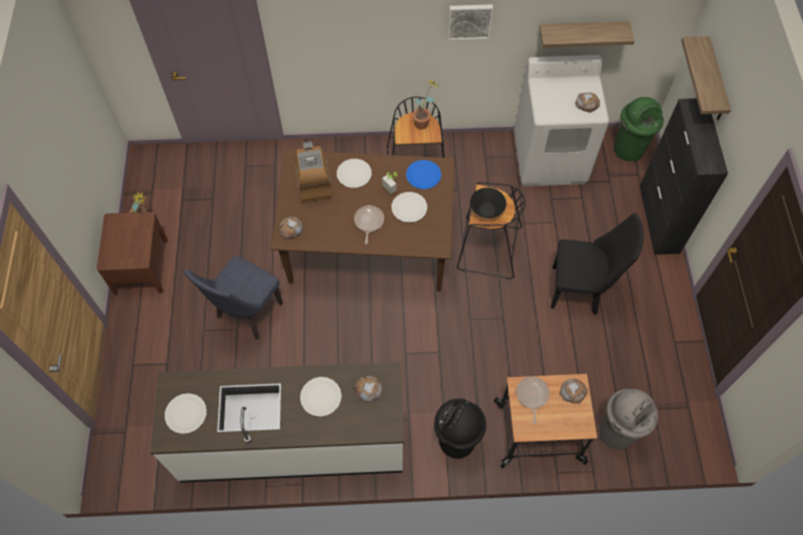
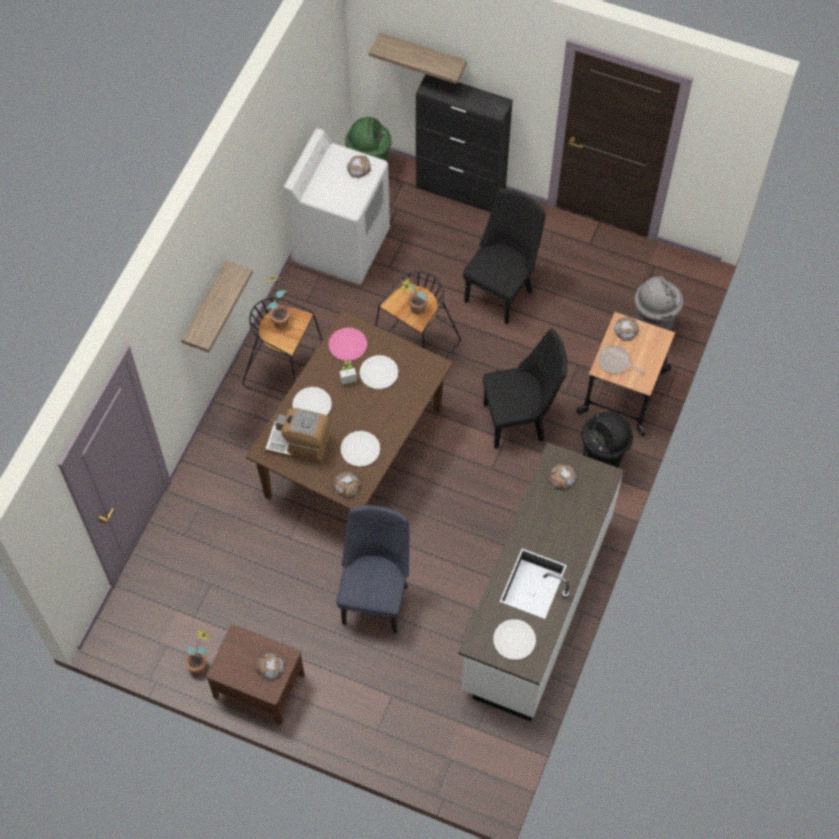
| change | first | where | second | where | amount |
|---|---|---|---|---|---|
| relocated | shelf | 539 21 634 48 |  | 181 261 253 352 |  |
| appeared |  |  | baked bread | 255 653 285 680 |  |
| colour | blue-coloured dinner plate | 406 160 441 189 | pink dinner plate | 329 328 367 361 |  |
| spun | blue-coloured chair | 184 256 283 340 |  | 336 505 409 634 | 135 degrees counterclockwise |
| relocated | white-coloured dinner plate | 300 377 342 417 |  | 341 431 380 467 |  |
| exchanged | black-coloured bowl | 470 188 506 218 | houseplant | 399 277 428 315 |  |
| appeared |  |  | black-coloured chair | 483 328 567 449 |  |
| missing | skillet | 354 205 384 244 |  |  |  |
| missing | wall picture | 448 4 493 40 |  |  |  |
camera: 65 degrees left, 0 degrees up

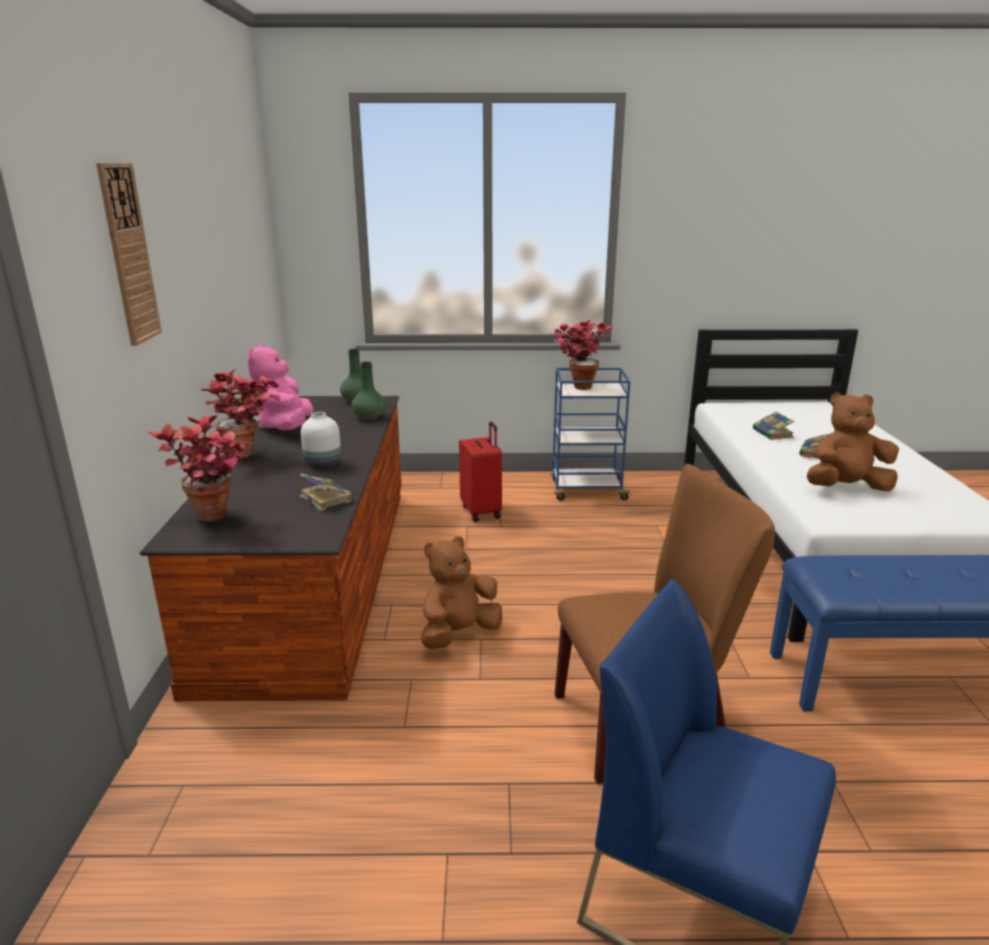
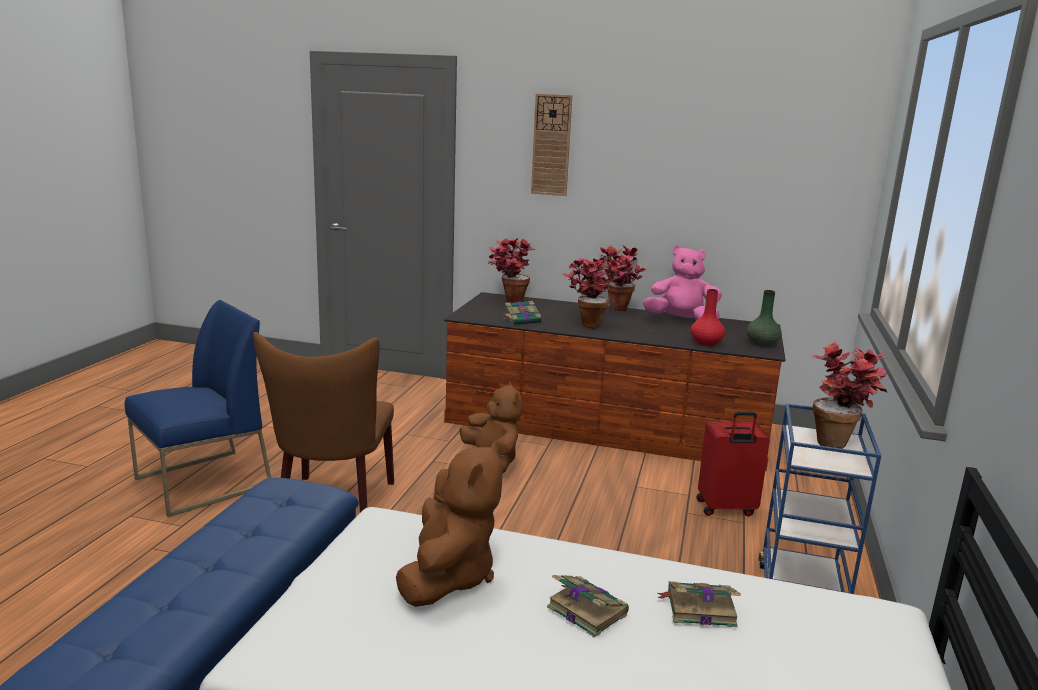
| change | first | where | second | where | amount |
|---|---|---|---|---|---|
| exchanged | white-coloured vase | 301 412 341 468 | houseplant | 562 257 627 329 |  |
| colour | green vase | 351 362 386 420 | red-coloured vase | 690 289 725 346 |  |
camera: 105 degrees right, 5 degrees down

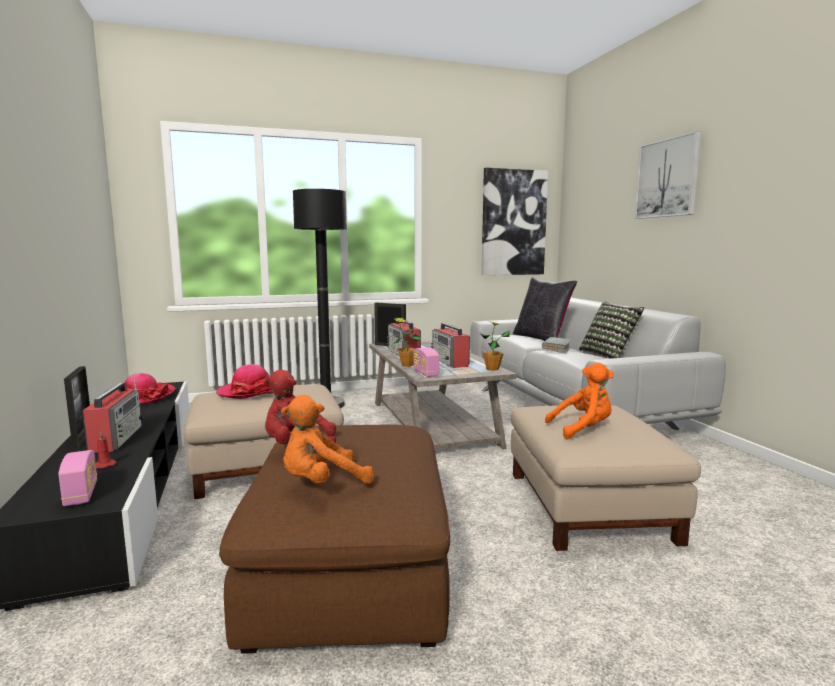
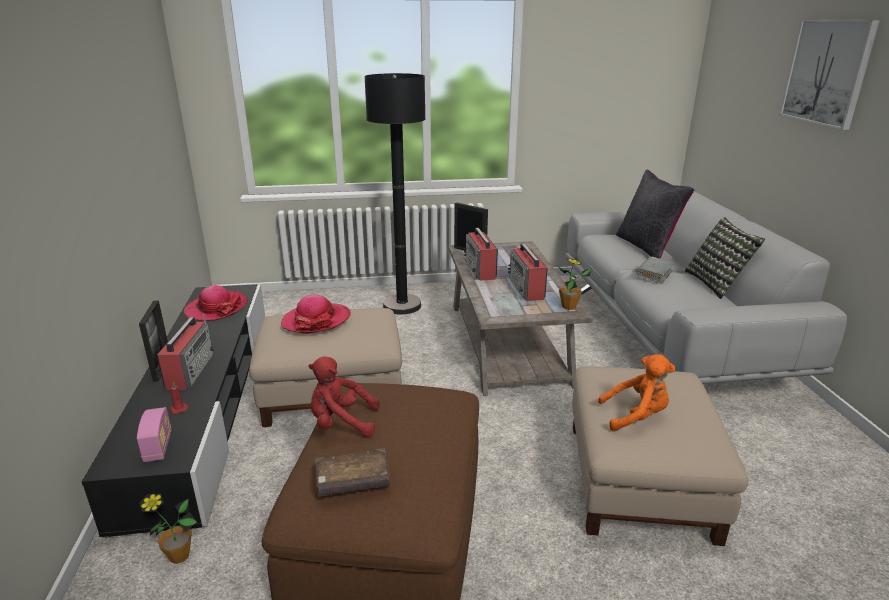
| change | first | where | second | where | amount |
|---|---|---|---|---|---|
| relocated | houseplant | 393 318 422 367 |  | 139 494 197 564 |  |
| exchanged | orange-coloured soft toy | 281 395 374 484 | brownish bound book | 315 448 391 497 |  |
| missing | radio | 413 347 439 377 |  |  |  |
| missing | wall picture | 482 168 548 275 |  |  |  |
camera: 10 degrees right, 15 degrees up

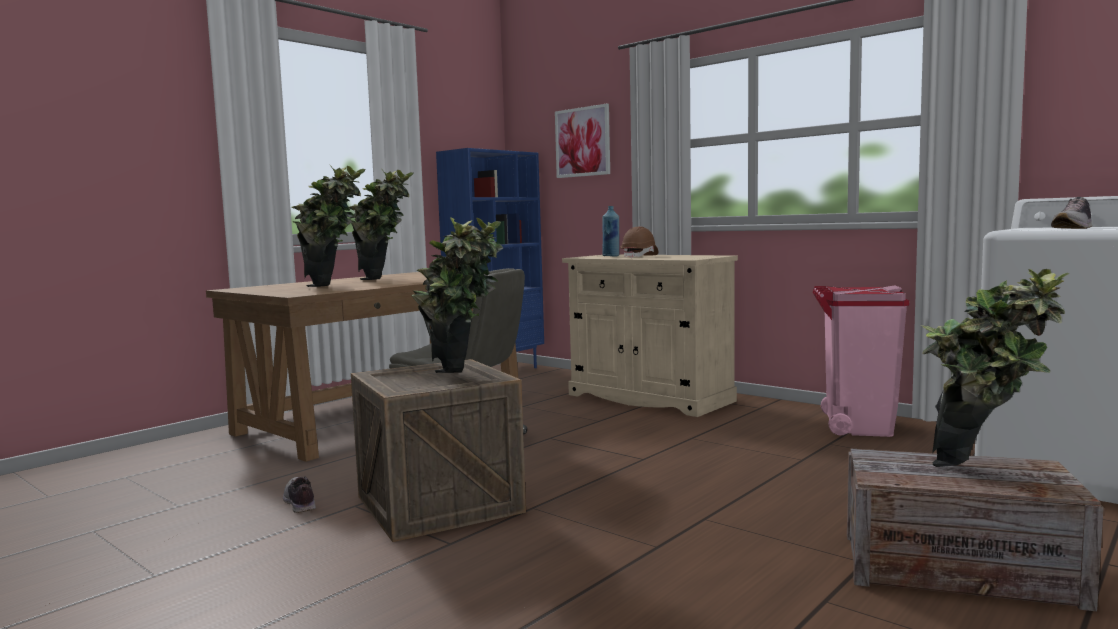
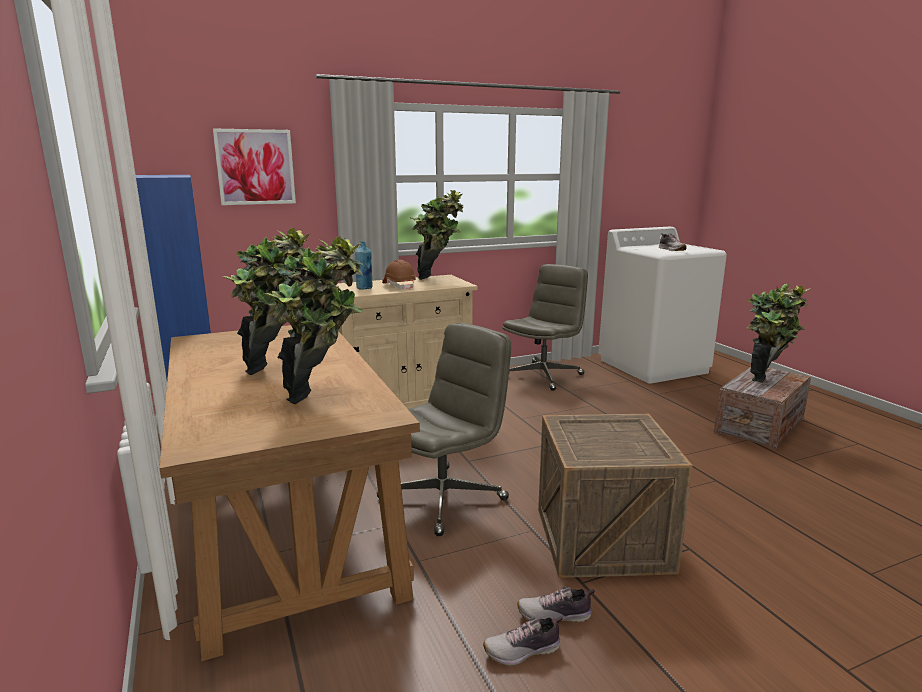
| change | first | where | second | where | amount |
|---|---|---|---|---|---|
| relocated | houseplant | 411 217 503 373 |  | 409 190 463 280 |  |
| appeared |  |  | low shoe | 483 616 563 666 |  |
| exchanged | pink waste bin | 813 286 909 437 | gray desk chair | 502 264 588 391 |  |
camera: 65 degrees left, 10 degrees up

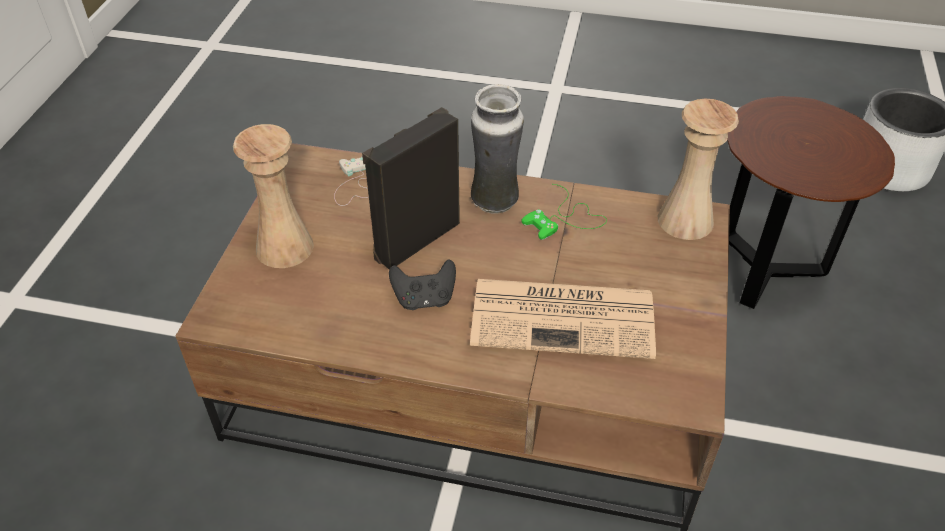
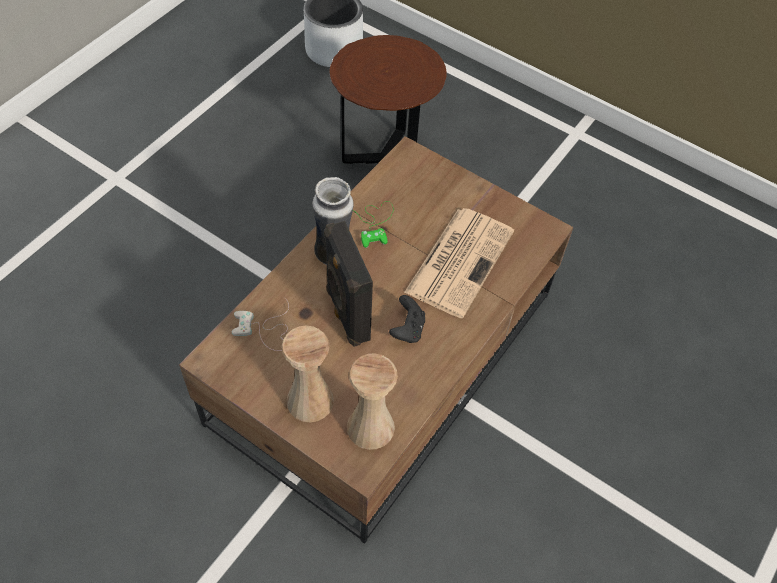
| change | first | where | second | where | amount |
|---|---|---|---|---|---|
| relocated | beige vase | 658 99 739 240 |  | 347 353 398 450 |  |
camera: 70 degrees left, 10 degrees up

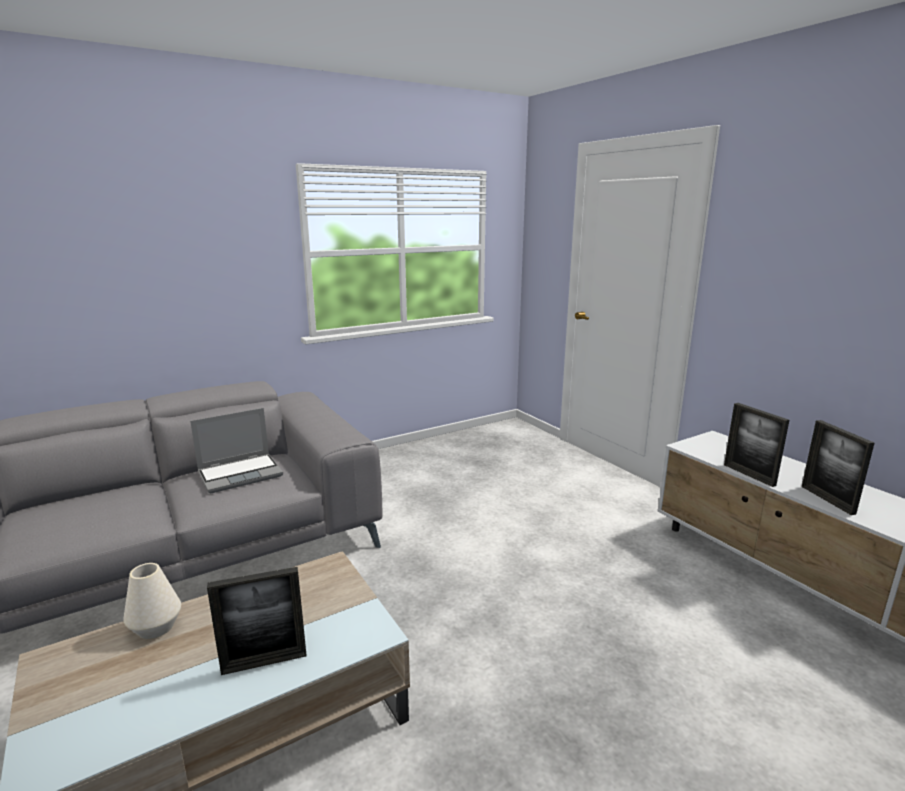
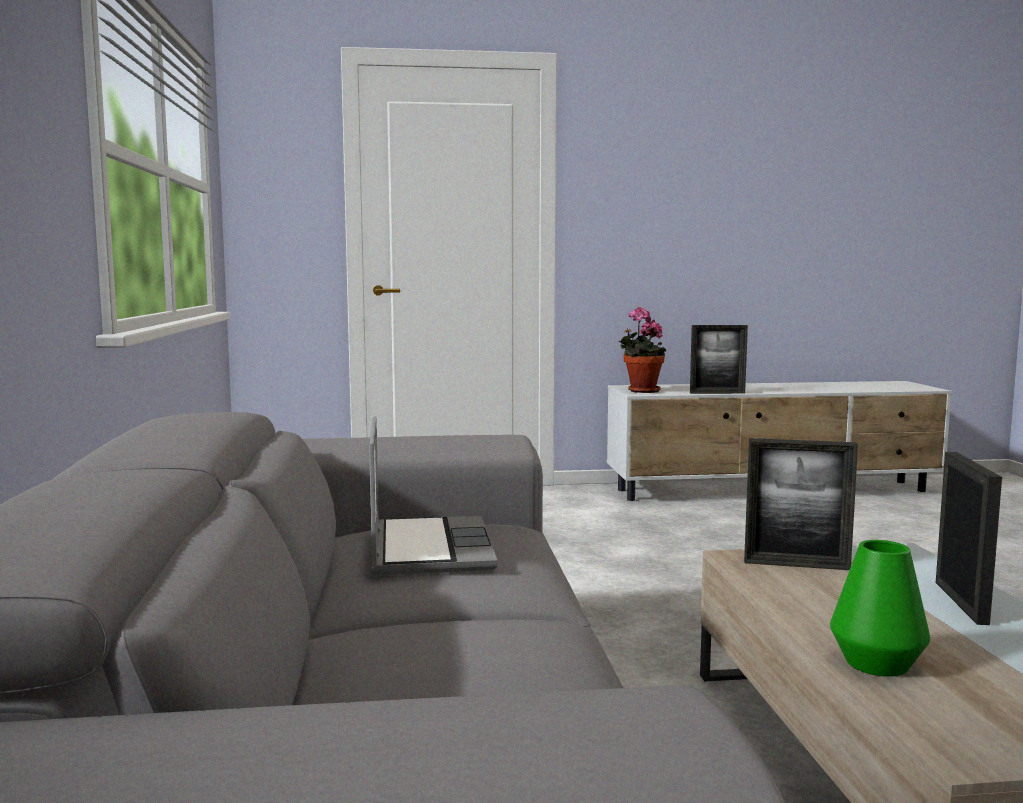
| change | first | where | second | where | amount |
|---|---|---|---|---|---|
| appeared |  |  | houseplant | 619 307 666 393 |  |
| relocated | standing frame | 802 420 874 515 |  | 744 438 858 570 |  |
| colour | white-coloured vase | 123 563 181 639 | green vase | 830 540 930 677 |  |
camera: 65 degrees left, 10 degrees down

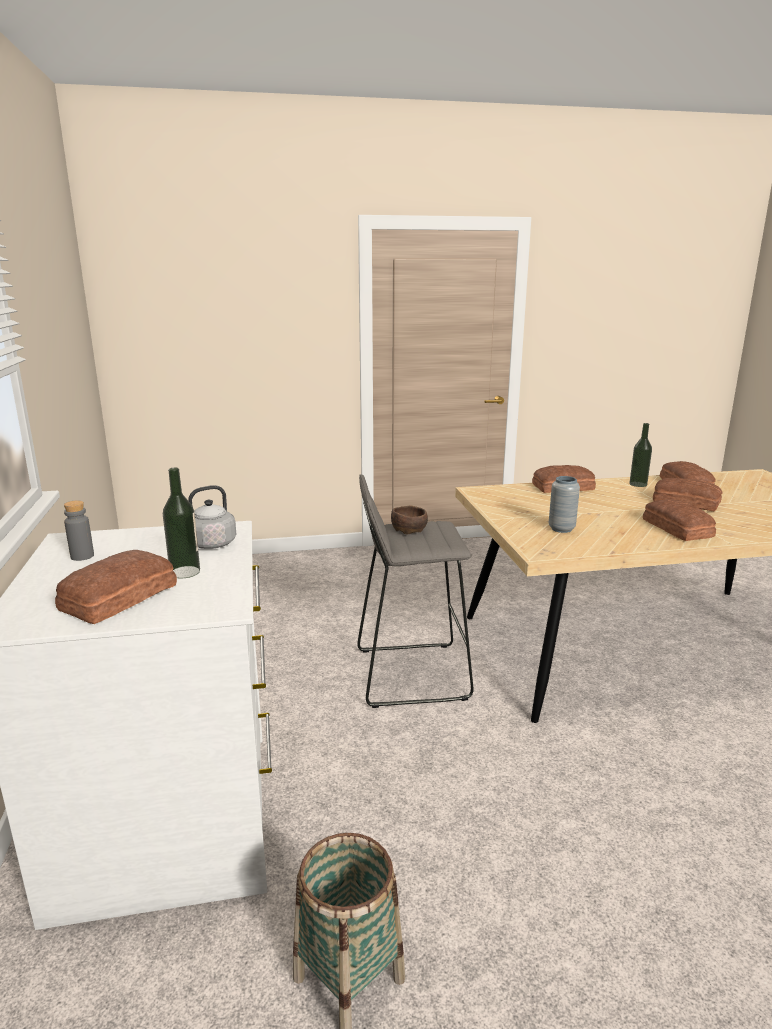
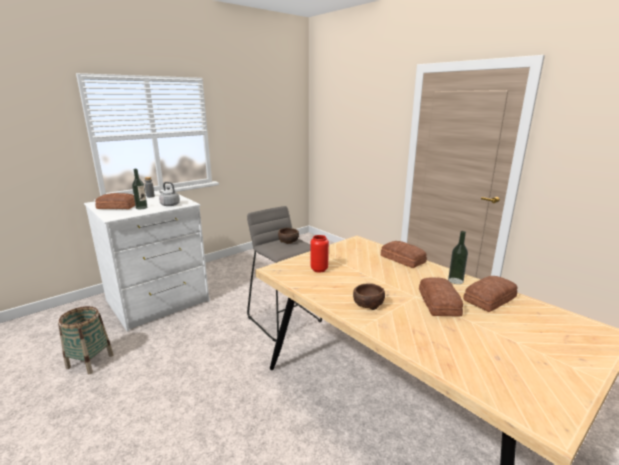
| change | first | where | second | where | amount |
|---|---|---|---|---|---|
| colour | gray vase | 549 476 580 533 | red-coloured vase | 311 235 329 273 |  |
| exchanged | baked bread | 643 499 716 541 | brownish bowl | 353 283 385 310 |  |
camera: 60 degrees right, 0 degrees up

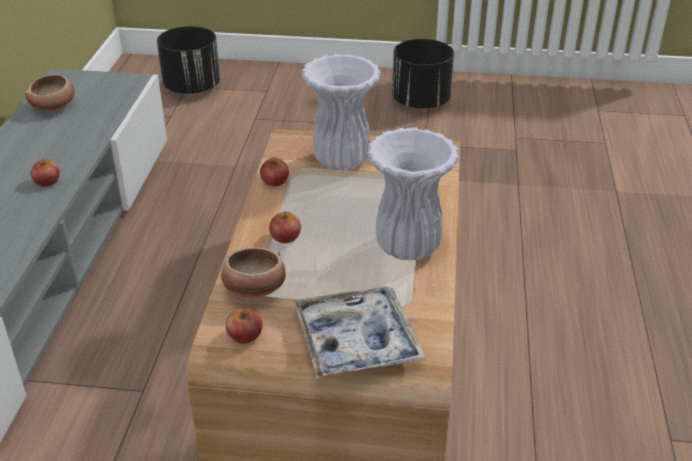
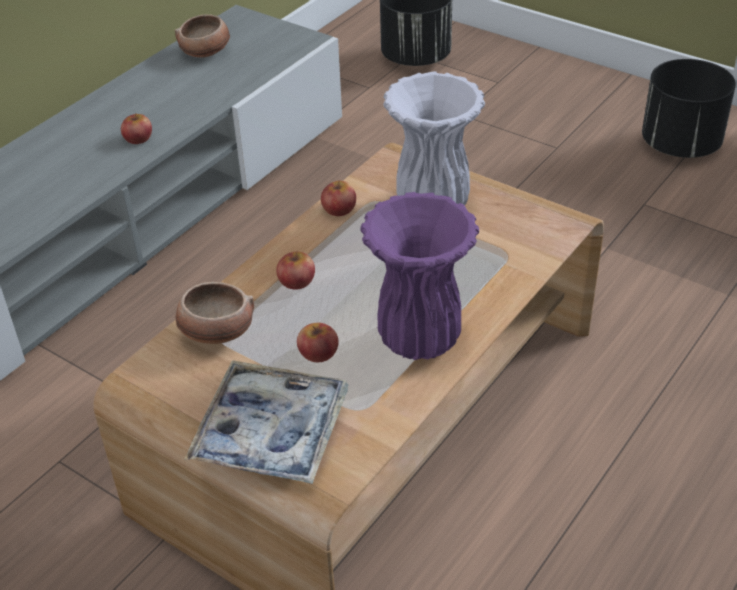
| change | first | where | second | where | amount |
|---|---|---|---|---|---|
| relocated | apple fruit | 226 308 263 344 |  | 297 323 339 362 |  |
| colour | white-coloured vase | 367 127 459 261 | purple-coloured vase | 360 192 479 360 |  |
camera: 30 degrees right, 5 degrees up

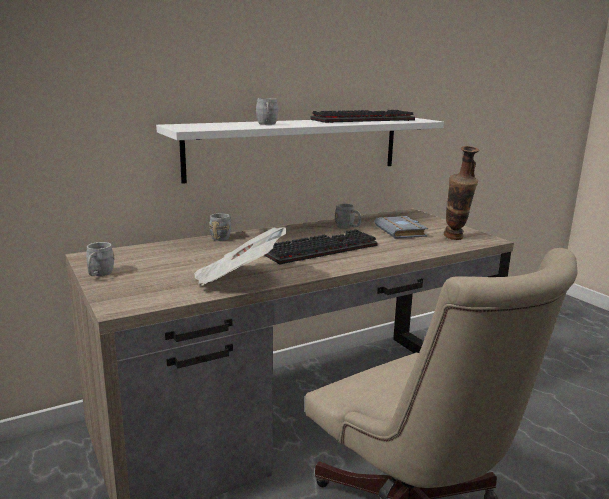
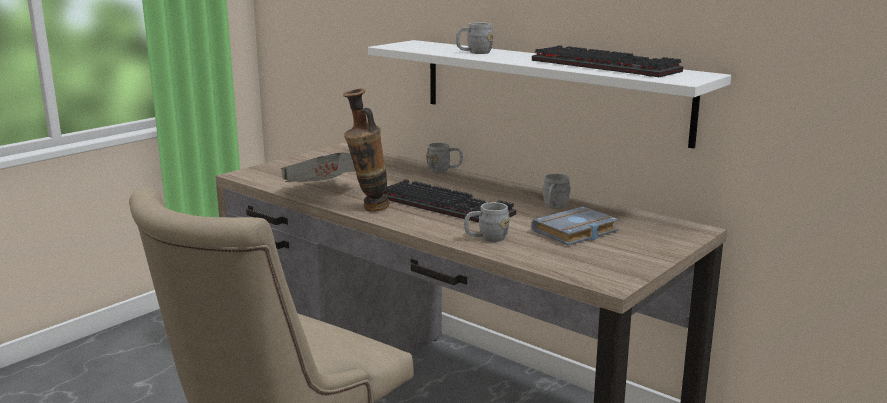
| change | first | where | second | where | amount |
|---|---|---|---|---|---|
| relocated | vase | 444 146 479 240 |  | 343 89 390 212 |  |
| relocated | gray coffee mug | 86 242 115 276 |  | 464 202 510 242 |  |
camera: 70 degrees right, 0 degrees up

